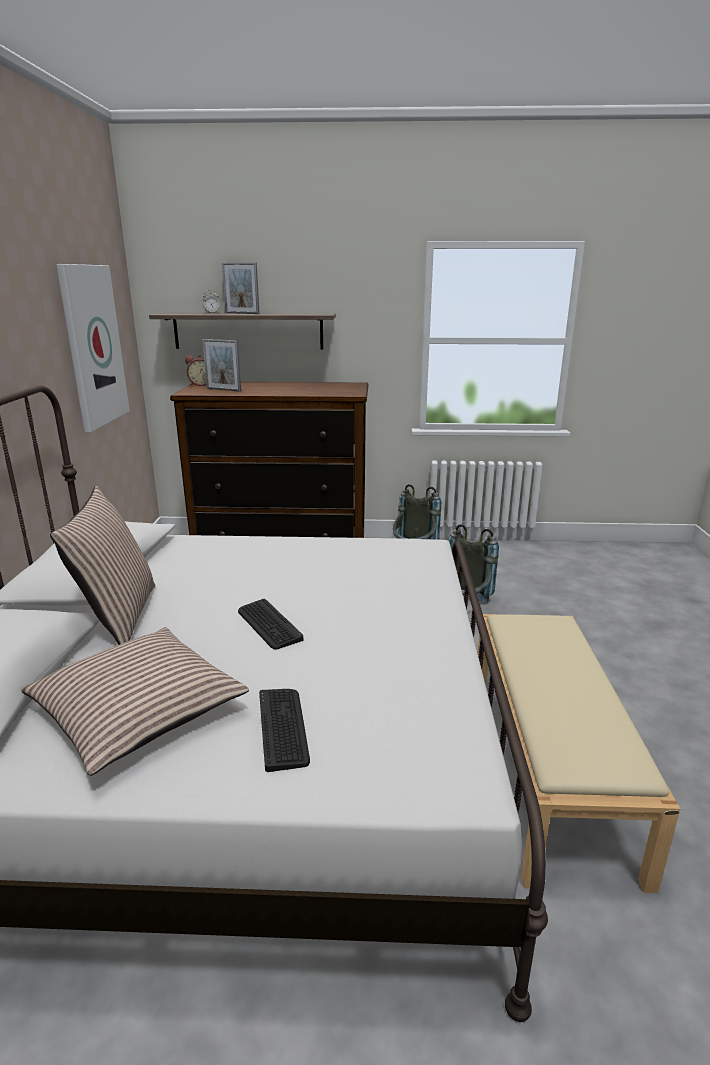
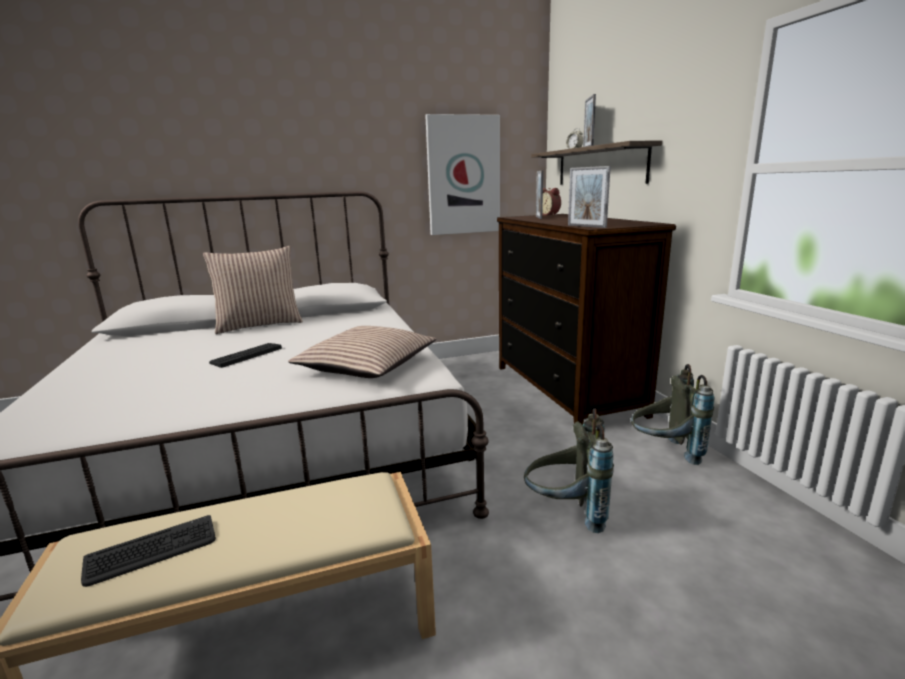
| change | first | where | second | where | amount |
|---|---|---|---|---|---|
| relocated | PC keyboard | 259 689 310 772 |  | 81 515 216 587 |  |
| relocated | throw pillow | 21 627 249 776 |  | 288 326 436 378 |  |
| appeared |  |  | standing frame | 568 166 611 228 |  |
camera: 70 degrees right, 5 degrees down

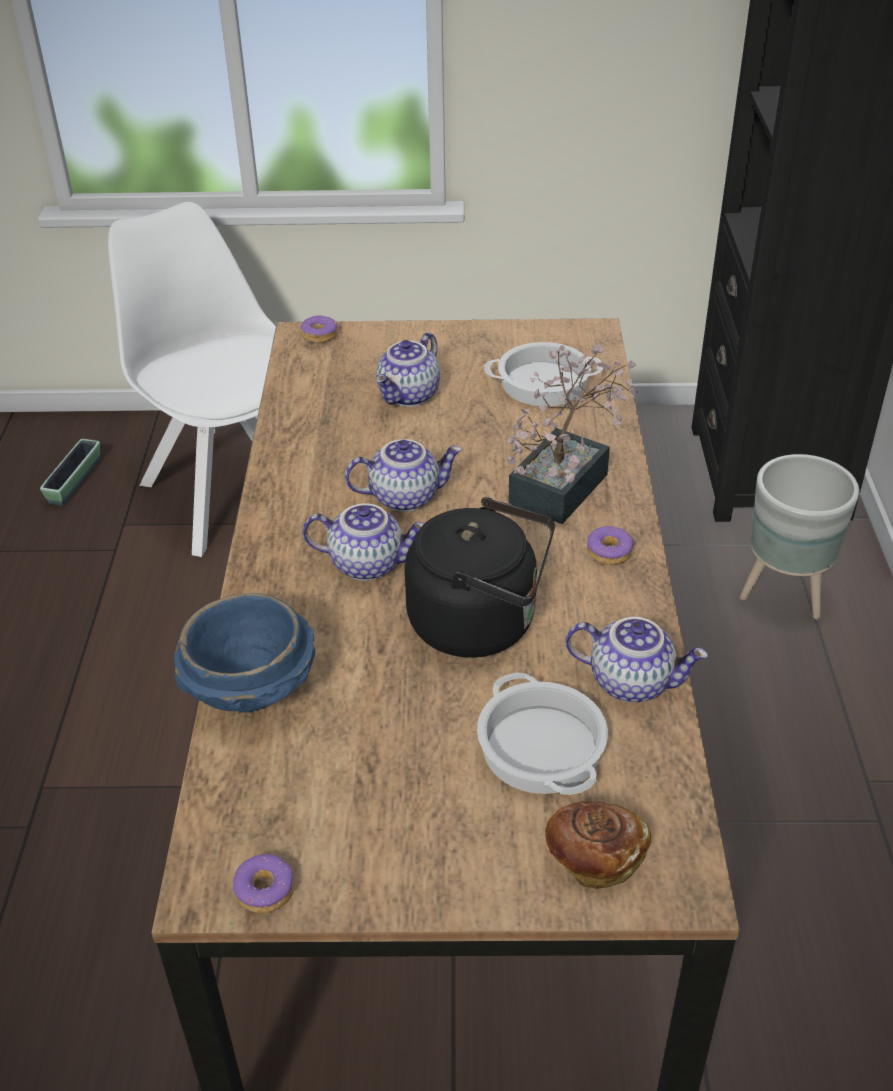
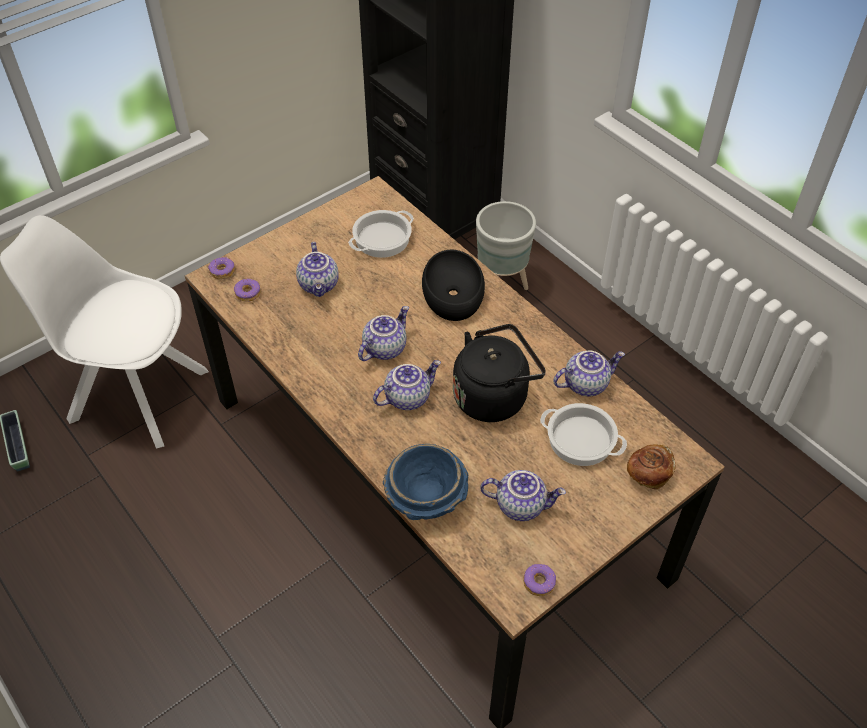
| change | first | where | second | where | amount |
|---|---|---|---|---|---|
| relocated | ring doughnut | 587 526 634 565 |  | 234 279 261 302 |  |
| exchanged | houseplant | 506 345 638 524 | black-coloured bowl | 422 250 485 321 |  |
| appeared |  |  | pot for tea | 481 470 566 521 |  |
camera: 40 degrees left, 10 degrees up

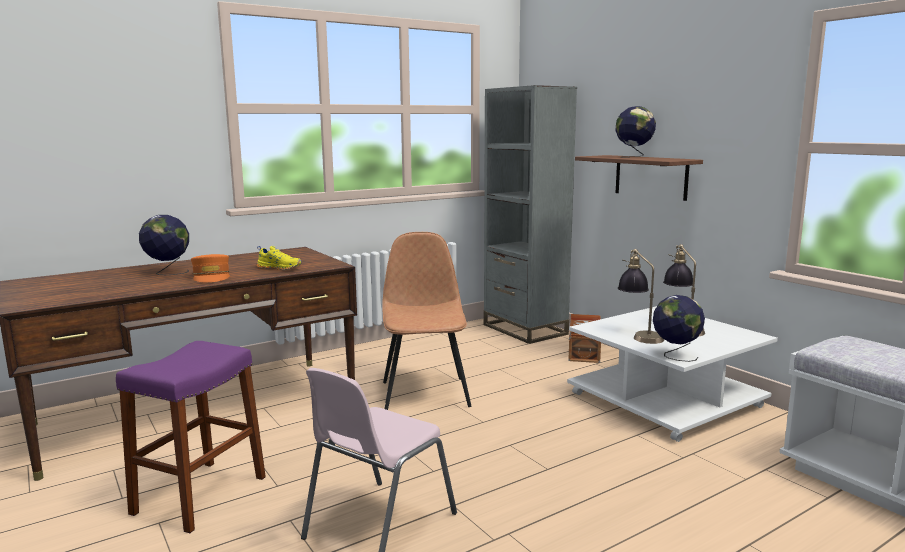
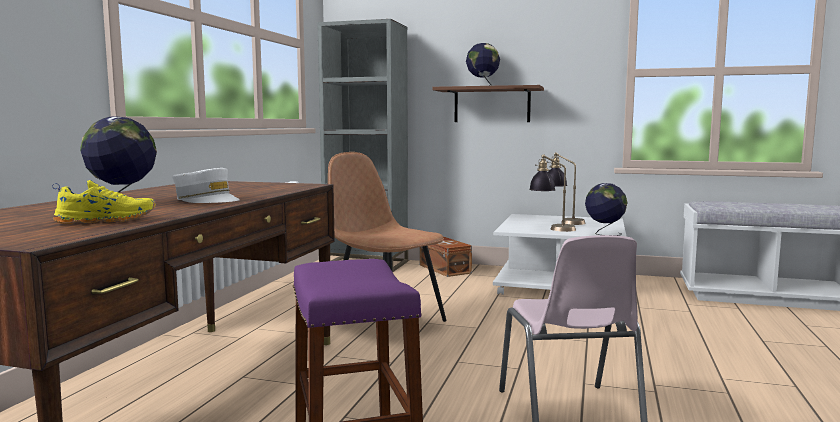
| change | first | where | second | where | amount |
|---|---|---|---|---|---|
| relocated | yellowish low shoe | 257 246 302 270 |  | 52 180 155 224 |  |
| colour | orange-coloured baseball cap | 191 254 230 282 | white-coloured baseball cap | 172 168 240 203 |  |
camera: 40 degrees left, 5 degrees down

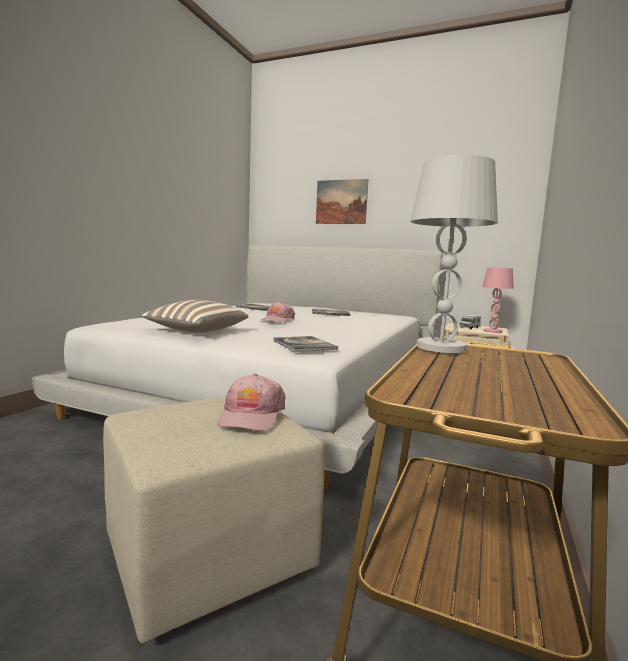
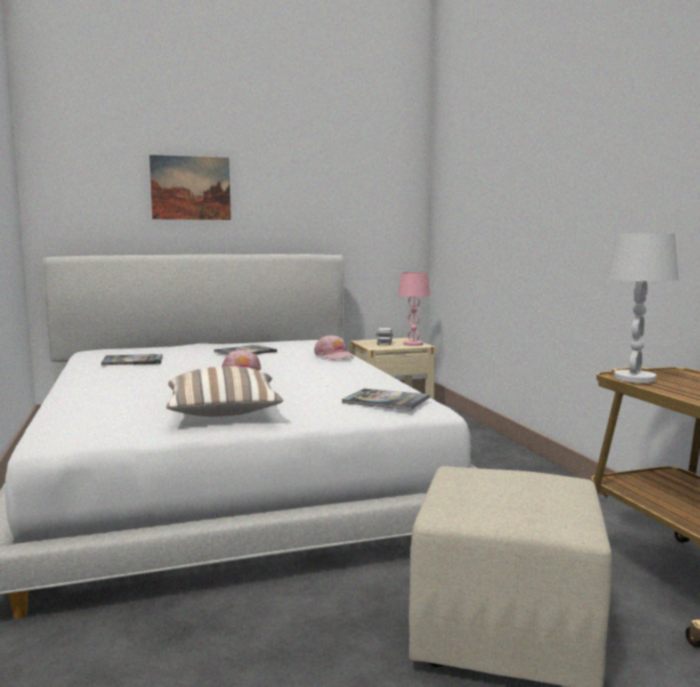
| change | first | where | second | where | amount |
|---|---|---|---|---|---|
| relocated | pink baseball cap | 218 374 286 431 |  | 314 334 355 360 |  |
camera: 40 degrees left, 0 degrees up

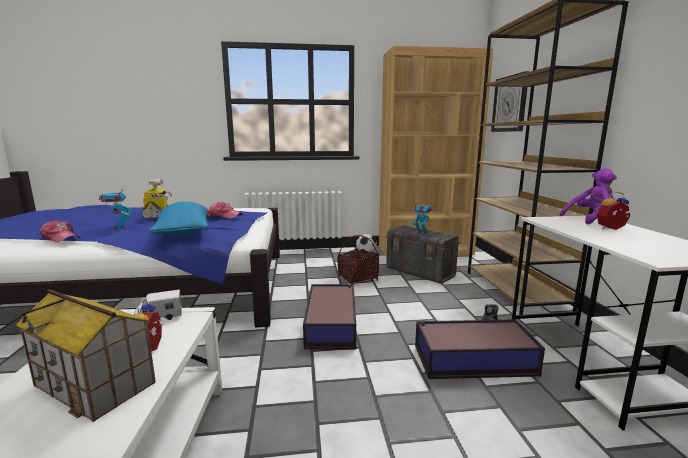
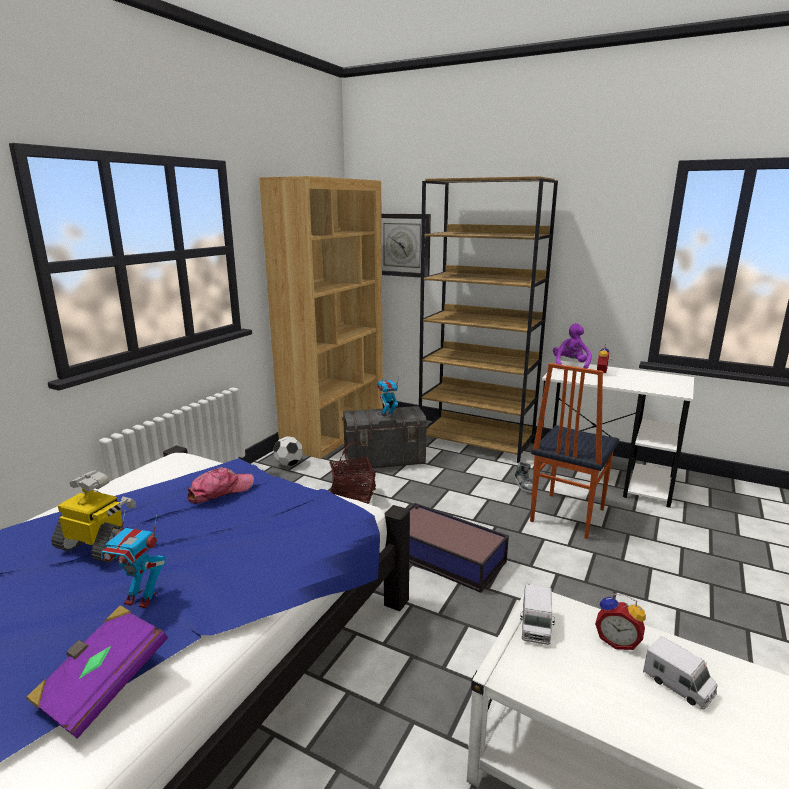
| change | first | where | second | where | amount |
|---|---|---|---|---|---|
| exchanged | baseball cap | 39 220 80 243 | purple-coloured bound book | 26 605 168 739 |  |
| exchanged | storage container | 415 319 545 379 | chair | 530 363 619 539 |  |
| exchanged | miniature house | 15 289 156 422 | toy truck | 643 636 717 709 |  |
| missing | blue-coloured throw pillow | 149 201 208 235 |  |  |  |
camera: 55 degrees left, 5 degrees up

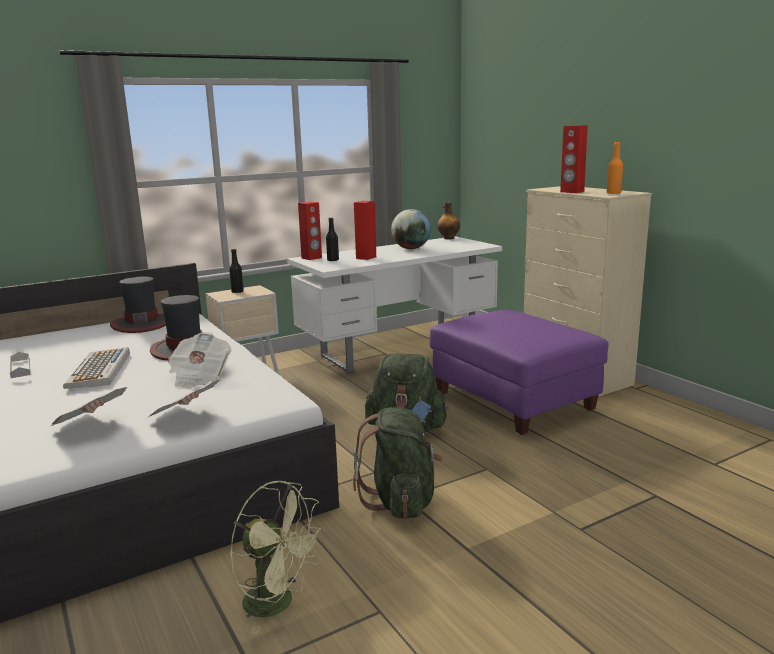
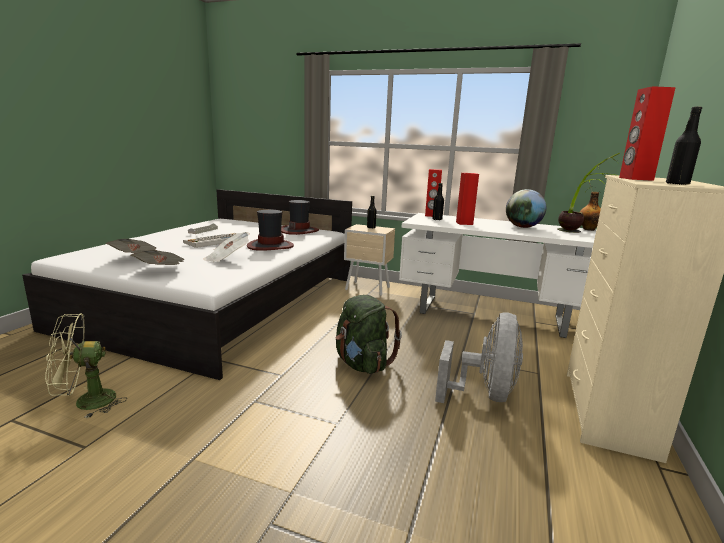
| change | first | where | second | where | amount |
|---|---|---|---|---|---|
| spun | green fan | 230 481 325 634 |  | 45 313 127 418 | 75 degrees clockwise |
| exchanged | purple-coloured ottoman | 430 310 609 435 | gray fan | 435 312 523 403 |  |
| appeared |  |  | houseplant | 557 153 620 233 |  |
| colour | orange-coloured beverage bottle | 607 142 623 194 | black-coloured beverage bottle | 666 107 702 185 |  |
| missing | green knapsack | 353 407 443 519 |  |  |  |
camera: 50 degrees right, 0 degrees up

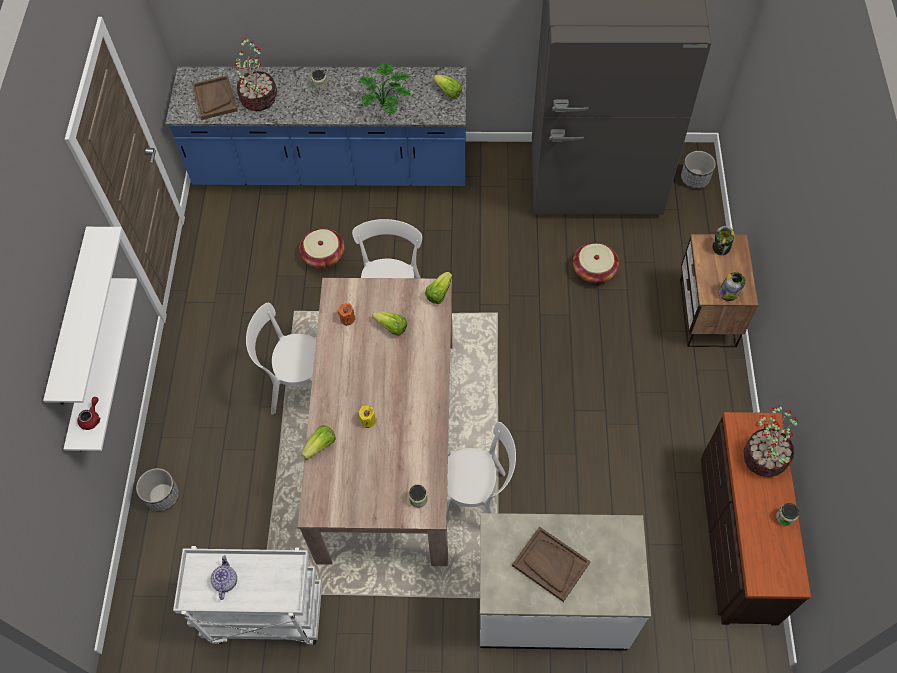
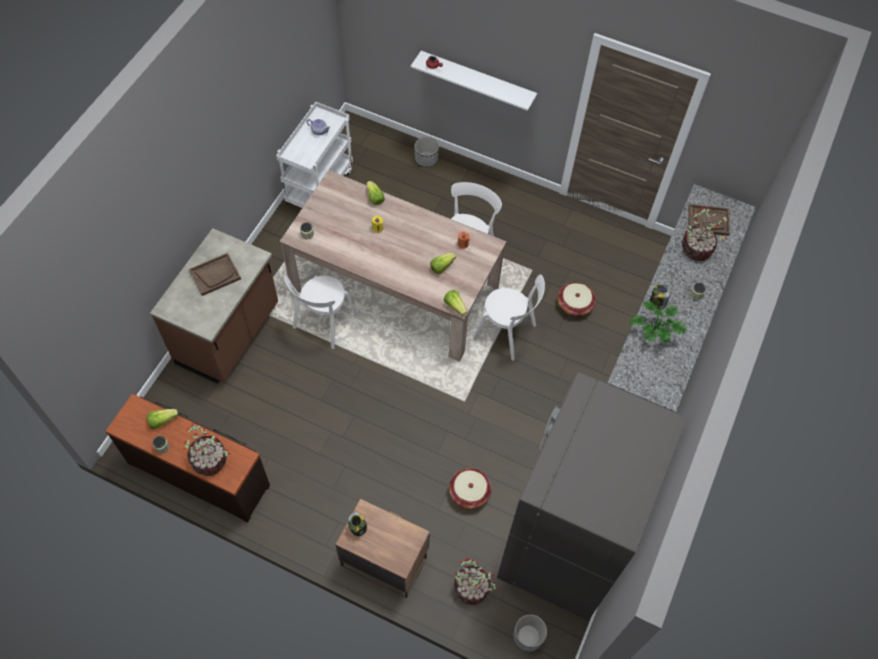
| change | first | where | second | where | amount |
|---|---|---|---|---|---|
| relocated | lettuce | 433 75 462 99 |  | 147 409 178 429 |  |
| colour | white-coloured counter | 480 513 651 651 | brownish counter | 150 228 278 384 |  |
| appeared |  |  | houseplant | 454 558 499 605 |  |
| relocated | preserve jar | 712 226 734 255 |  | 649 285 670 309 |  |
| missing | white-coloured shelf | 43 227 122 405 |  |  |  |
camera: 110 degrees right, 0 degrees up

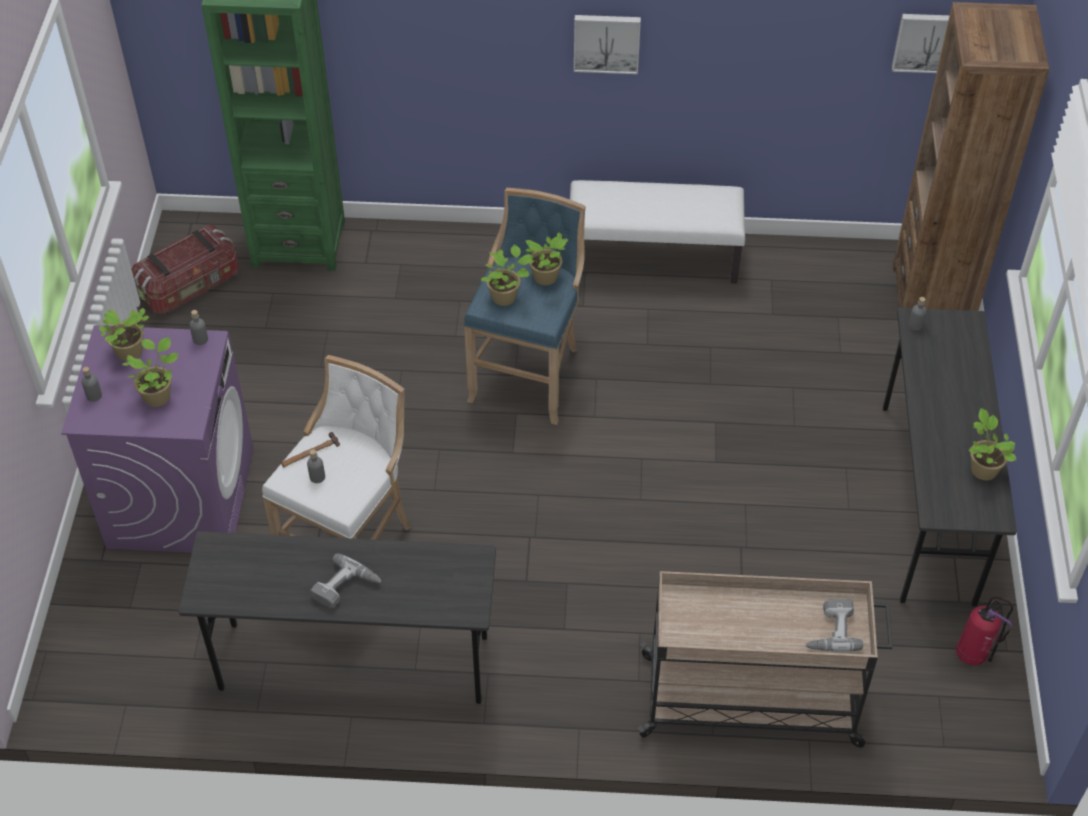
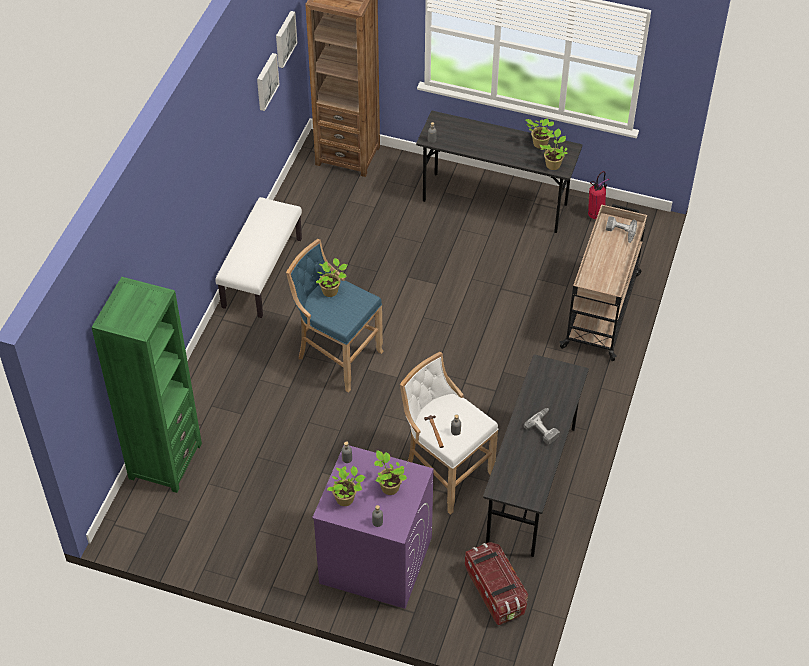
| change | first | where | second | where | amount |
|---|---|---|---|---|---|
| relocated | wall picture | 574 15 641 74 |  | 257 53 280 111 |  |
| relocated | storage container | 131 225 239 314 |  | 465 542 528 625 |  |
| relocated | houseplant | 481 245 532 306 |  | 540 128 568 170 |  |
camera: 75 degrees left, 0 degrees up

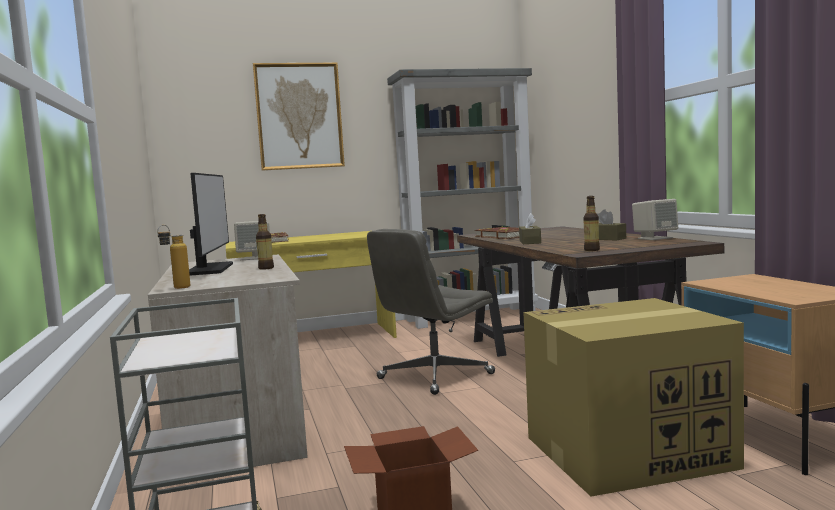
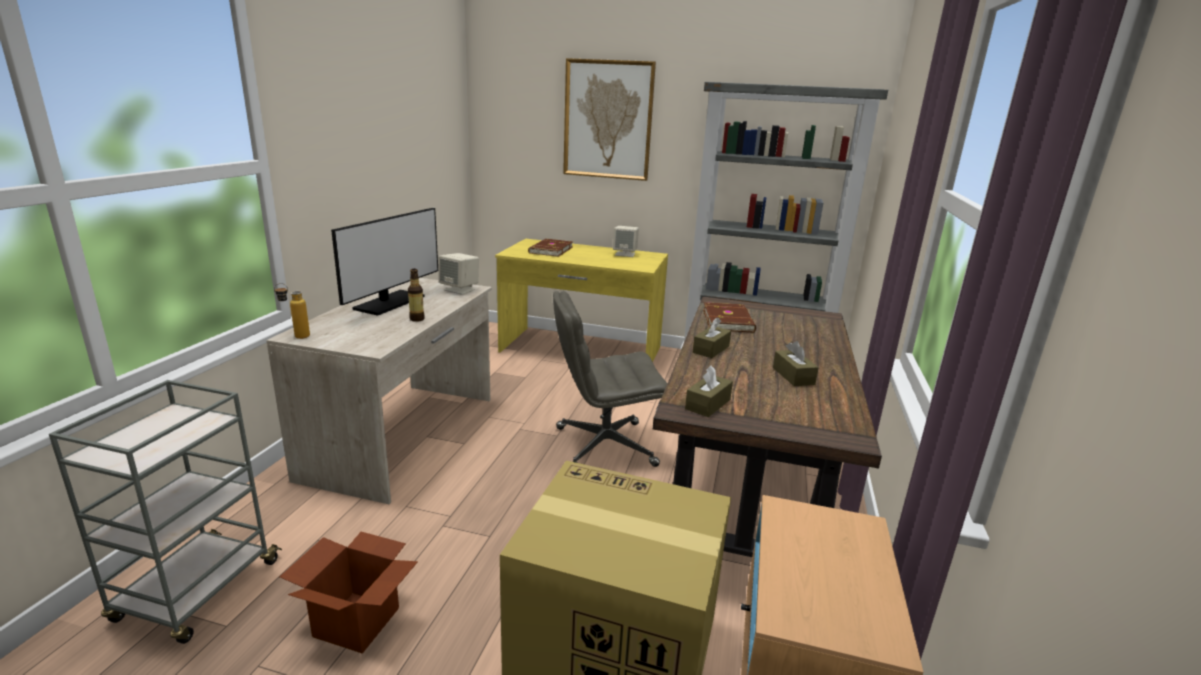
| change | first | where | second | where | amount |
|---|---|---|---|---|---|
| relocated | beige speaker | 632 199 678 240 |  | 613 226 639 257 |  |
| exchanged | beverage bottle | 583 196 600 251 | brownish tissue holder | 685 366 733 417 |  |
camera: 30 degrees right, 15 degrees up

